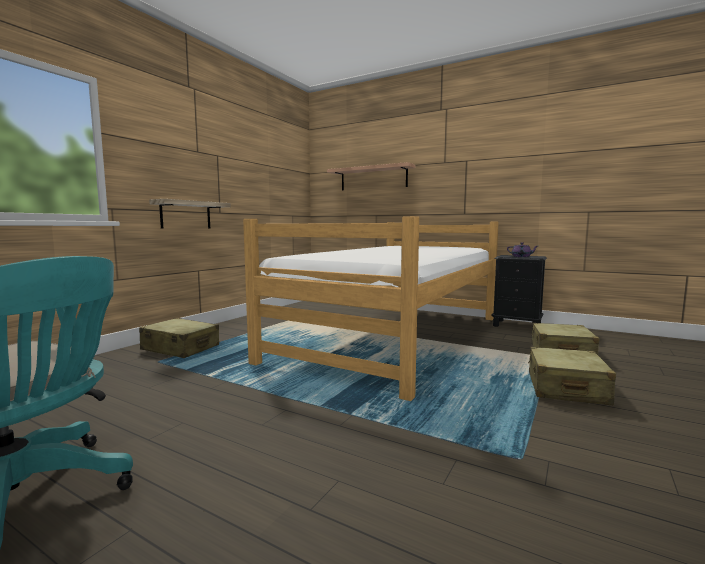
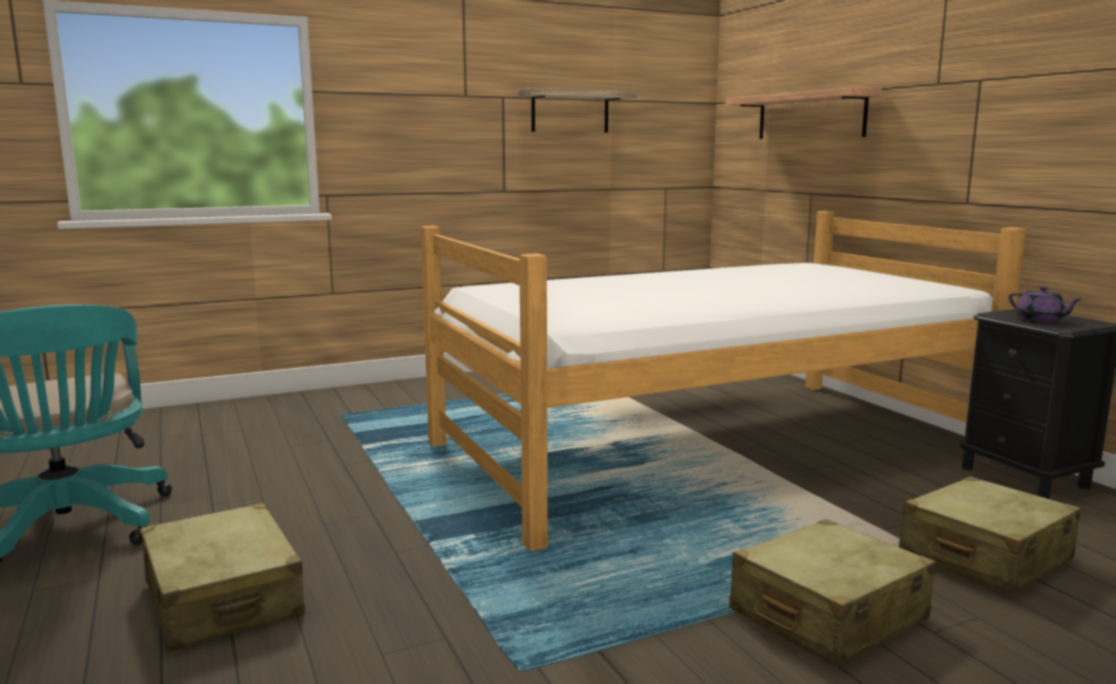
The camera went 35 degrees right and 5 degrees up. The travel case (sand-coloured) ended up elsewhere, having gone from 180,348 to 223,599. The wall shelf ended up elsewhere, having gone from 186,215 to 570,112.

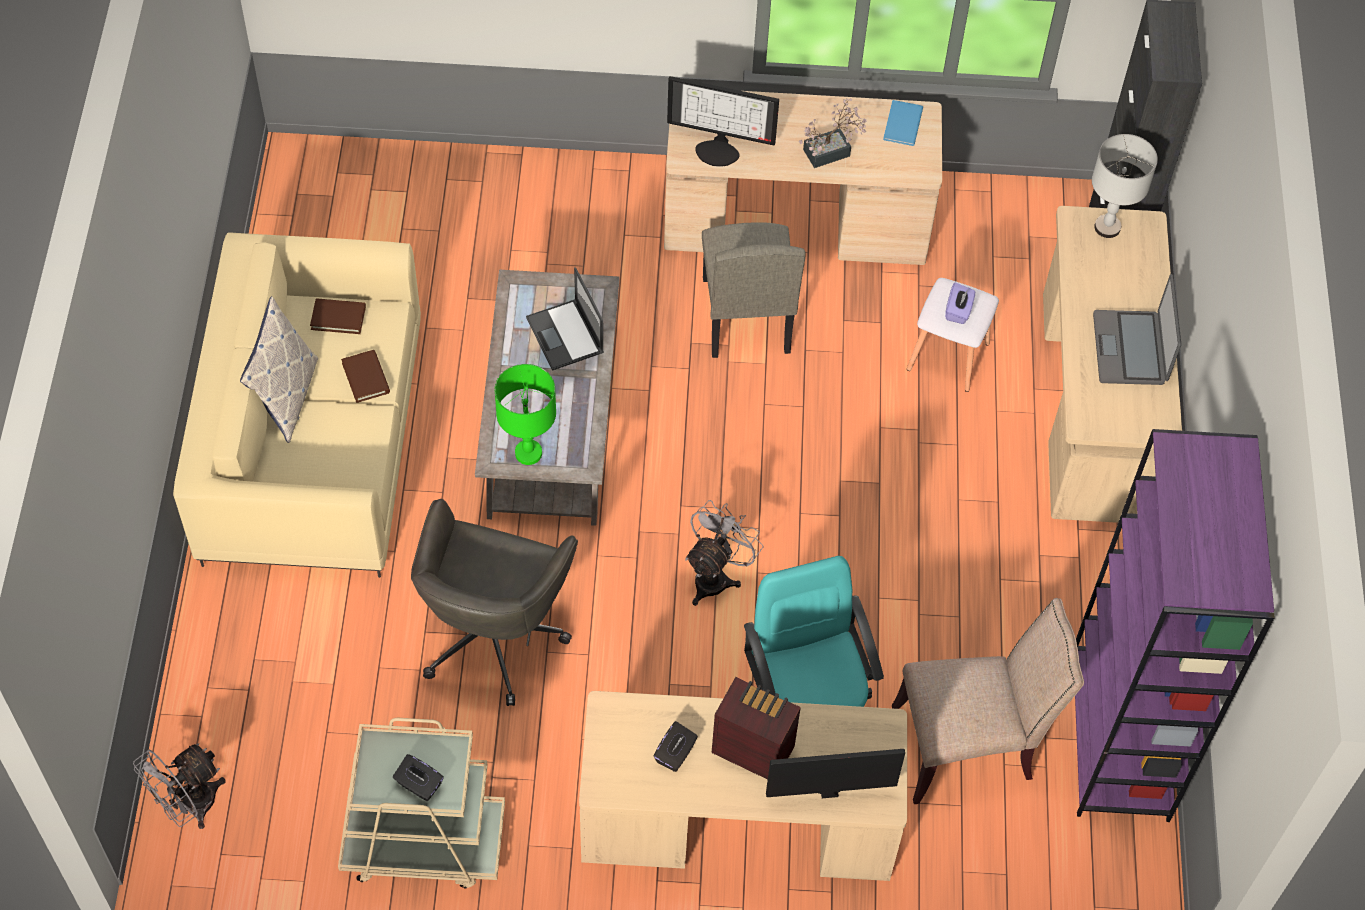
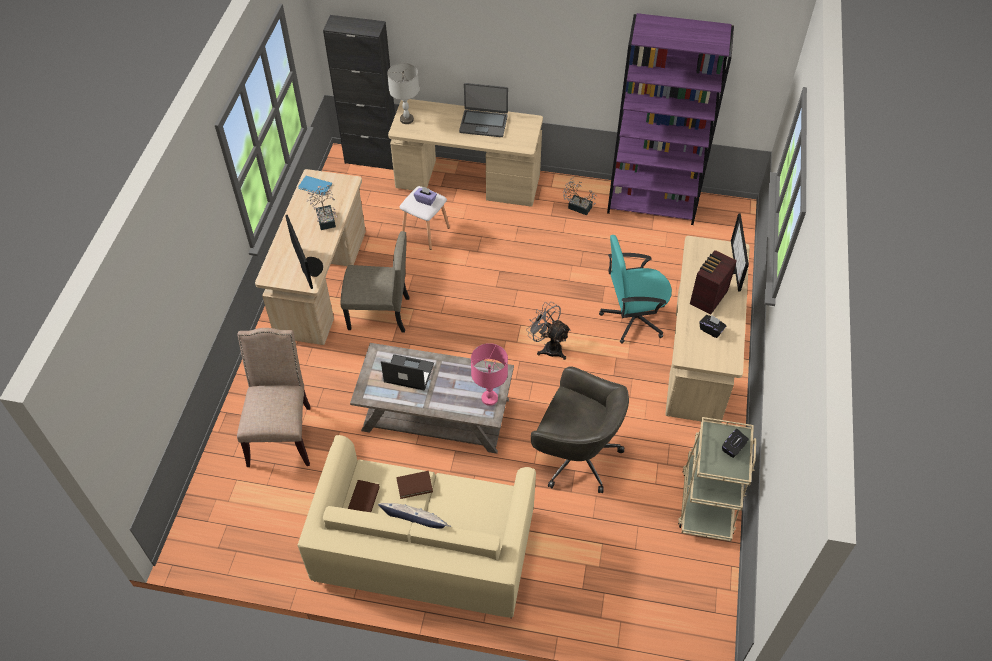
The camera went 80 degrees left and 5 degrees down. The second view lost the electric fan (gray) at 190,806. The second view gained the potted plant at 577,206. The upright chair (sand-coloured) ended up elsewhere, having gone from 969,745 to 282,432. What was the table lamp (green-coloured) at 528,453 turned into the table lamp (pink-coloured) at 489,398. The notebook computer at 565,336 ended up facing another way, 150 degrees counterclockwise from before. The monitor at 719,149 ended up facing another way, 45 degrees counterclockwise from before.

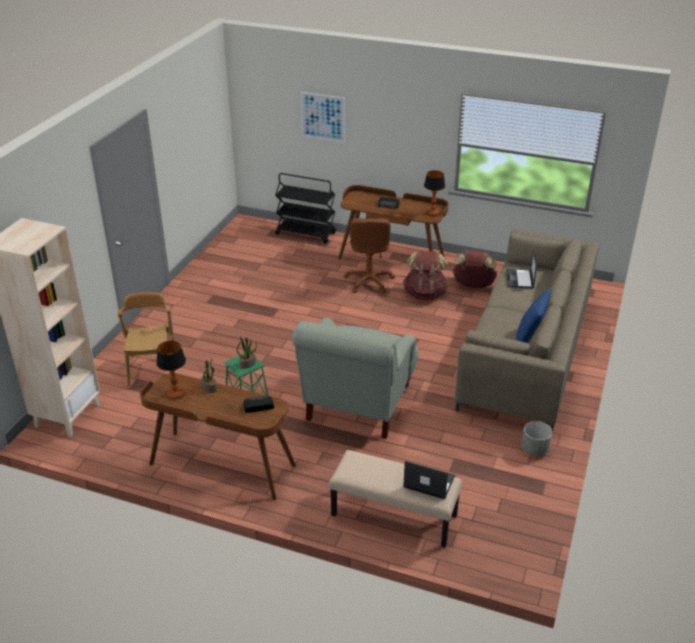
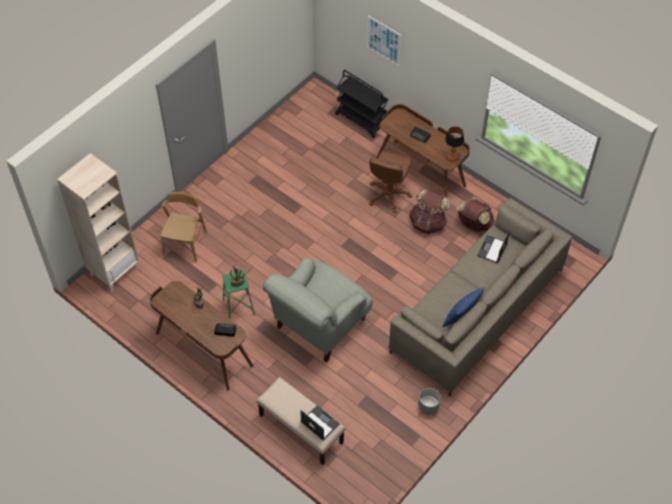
The camera went 20 degrees right and 20 degrees up. The second view lost the table lamp at 175,394.

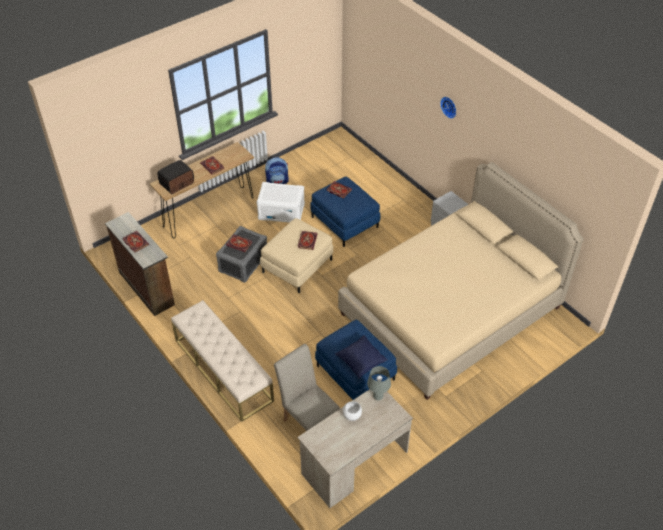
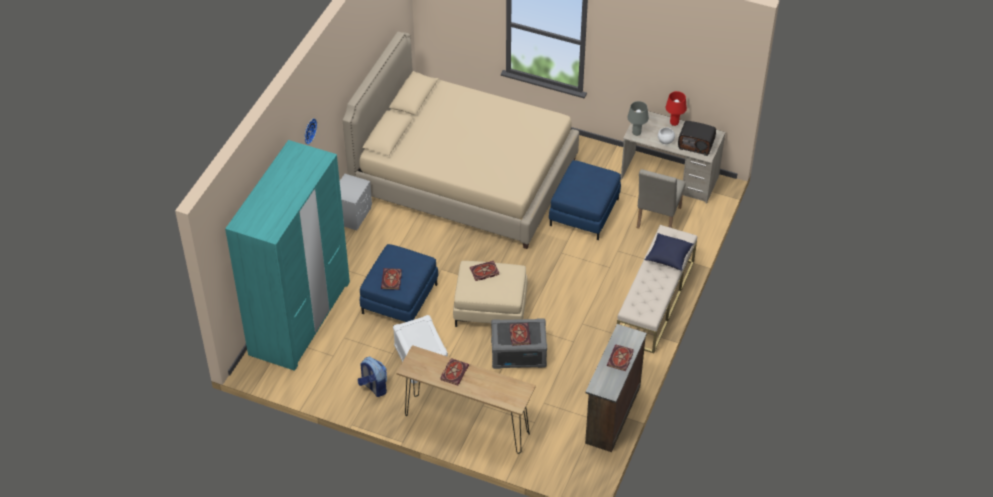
The camera went 120 degrees left and 0 degrees up. The second view gained the clothes cupboard (turquoise) at 300,318. The second view gained the table lamp (reddish) at 674,123. The radio receiver ended up elsewhere, having gone from 177,184 to 696,145. The cushion (blue) ended up elsewhere, having gone from 361,361 to 668,257.

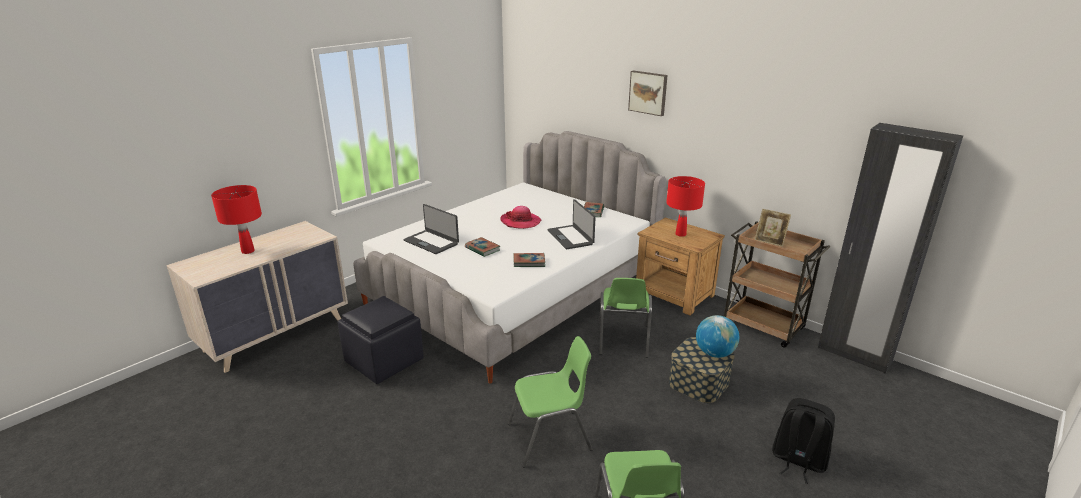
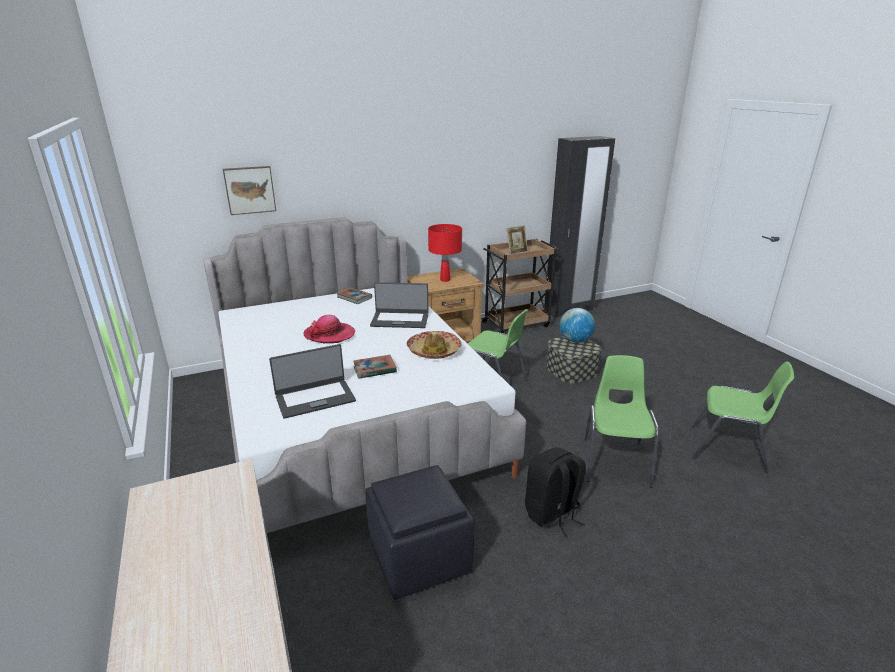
The camera went 65 degrees left and 0 degrees up. The second view lost the table lamp (reddish) at 248,251. The wall art ended up elsewhere, having gone from 648,92 to 249,190. The rucksack (blackish) ended up elsewhere, having gone from 797,461 to 552,514. Where the book stood at 529,262, the clothing hat came to stand at 434,351.

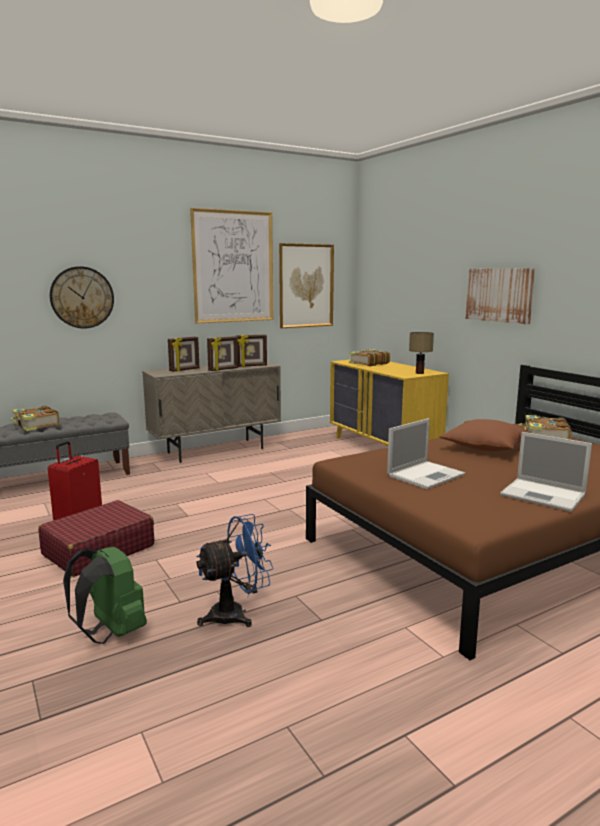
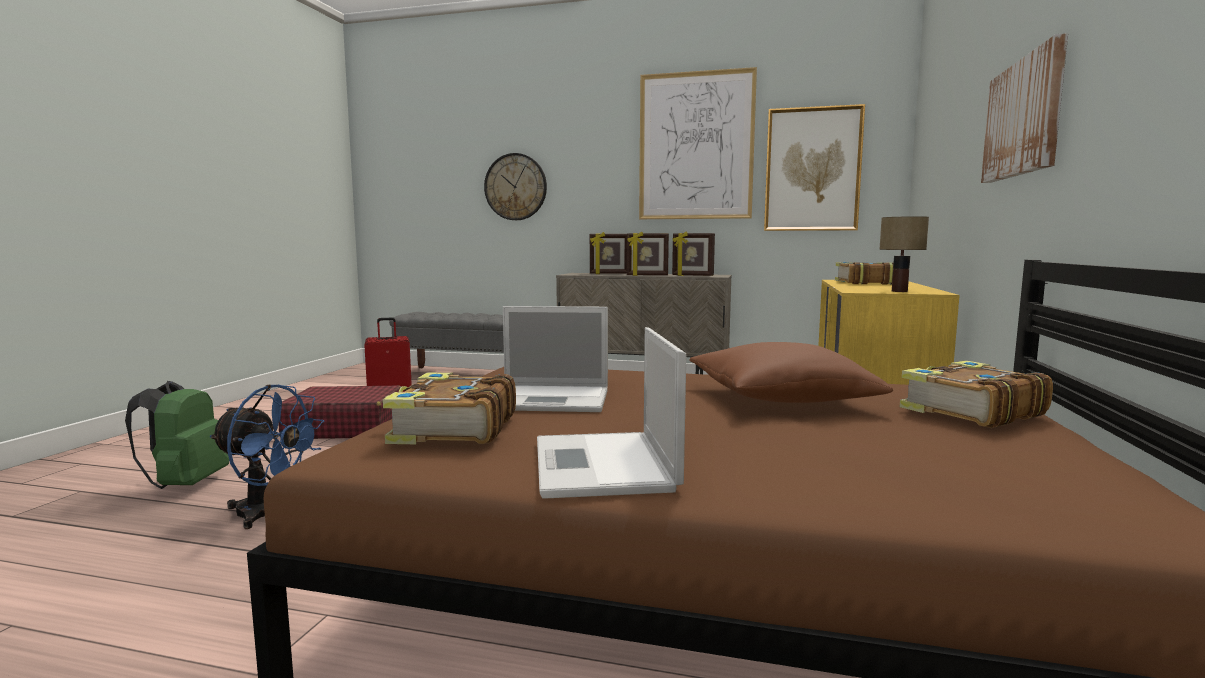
The camera went 45 degrees right and 5 degrees down. The book ended up elsewhere, having gone from 36,425 to 452,428.

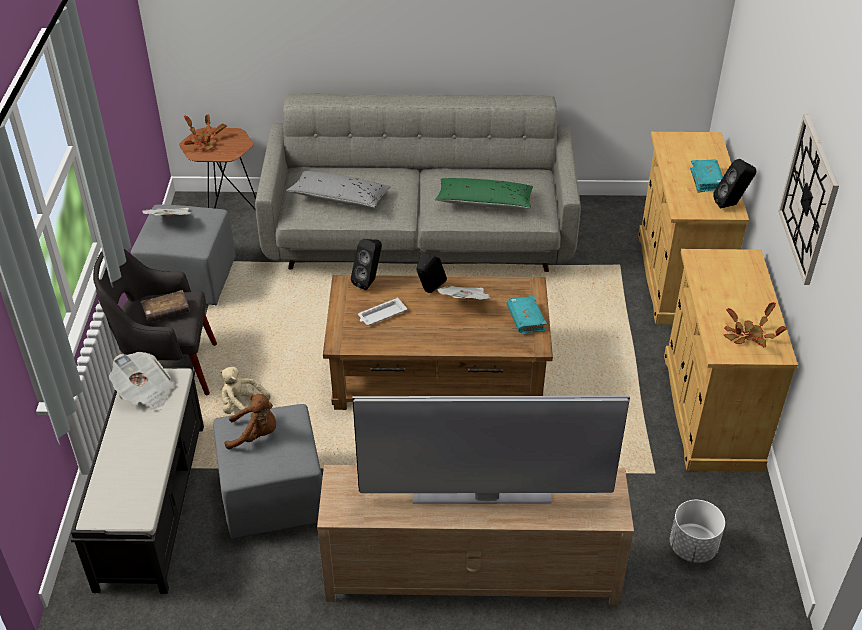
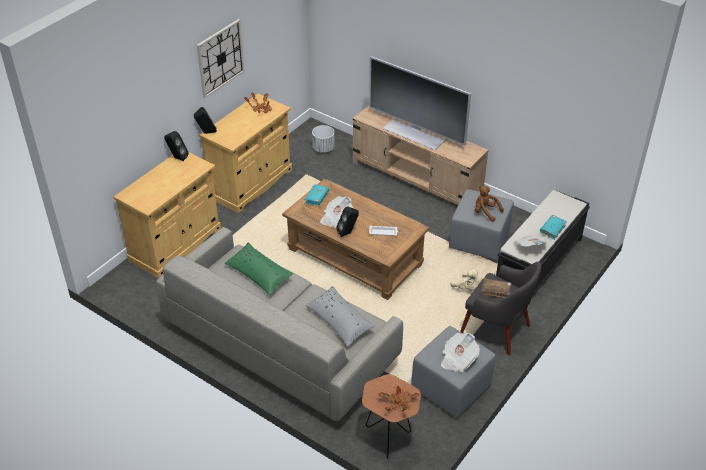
The camera went 145 degrees left and 0 degrees up. The loudspeaker (blackish) ended up elsewhere, having gone from 369,282 to 206,133. The book (turquoise) ended up elsewhere, having gone from 706,180 to 552,229.

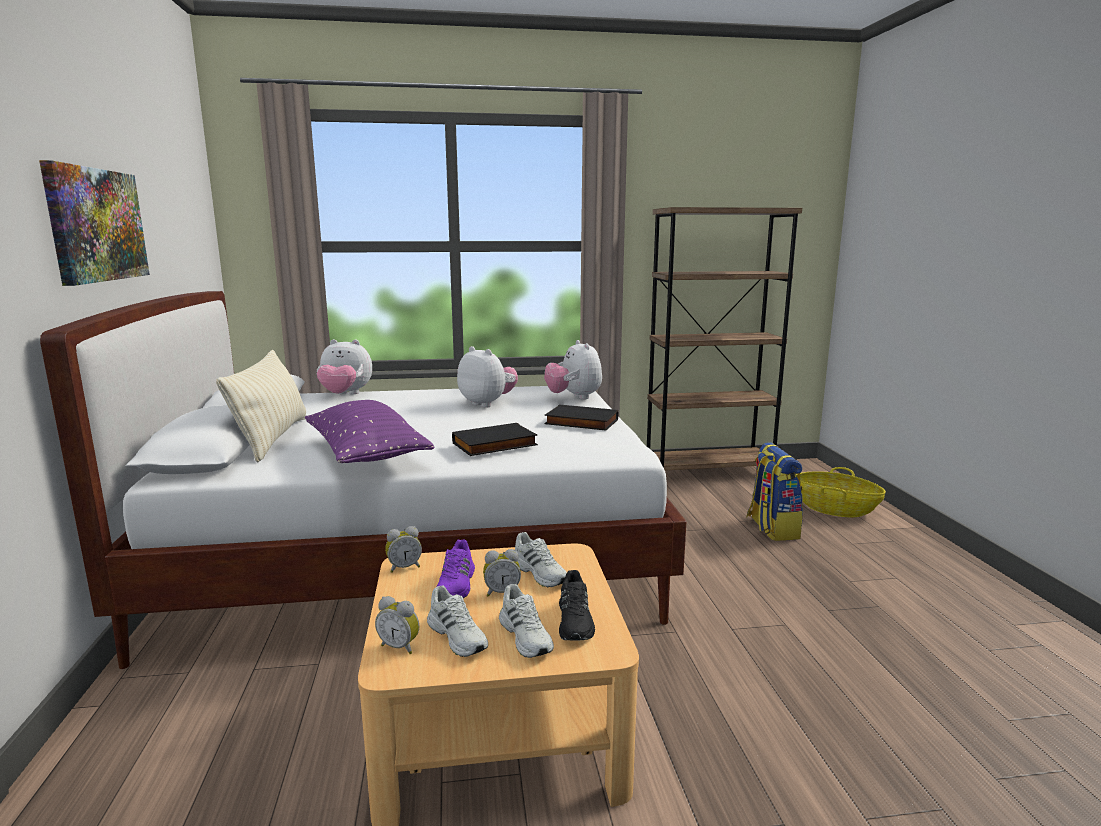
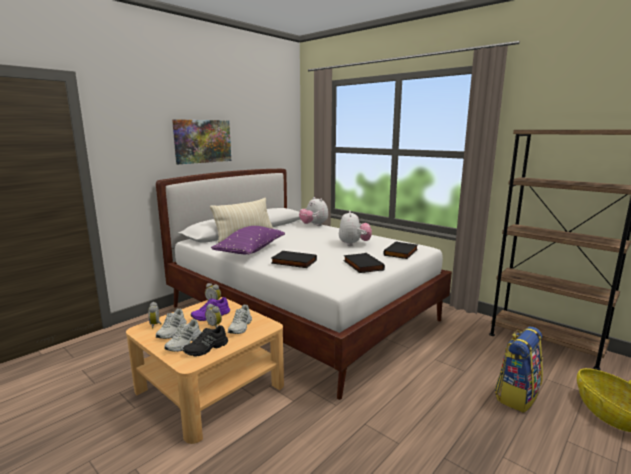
The camera went 50 degrees right and 0 degrees up. Where the plush toy stood at 574,397, the book (blackish) came to stand at 401,252.

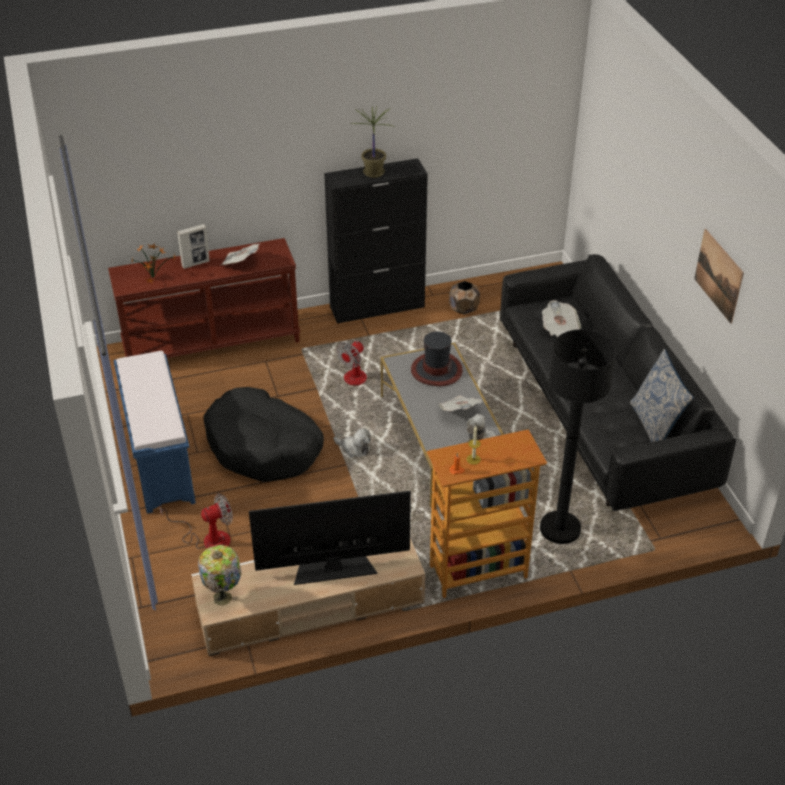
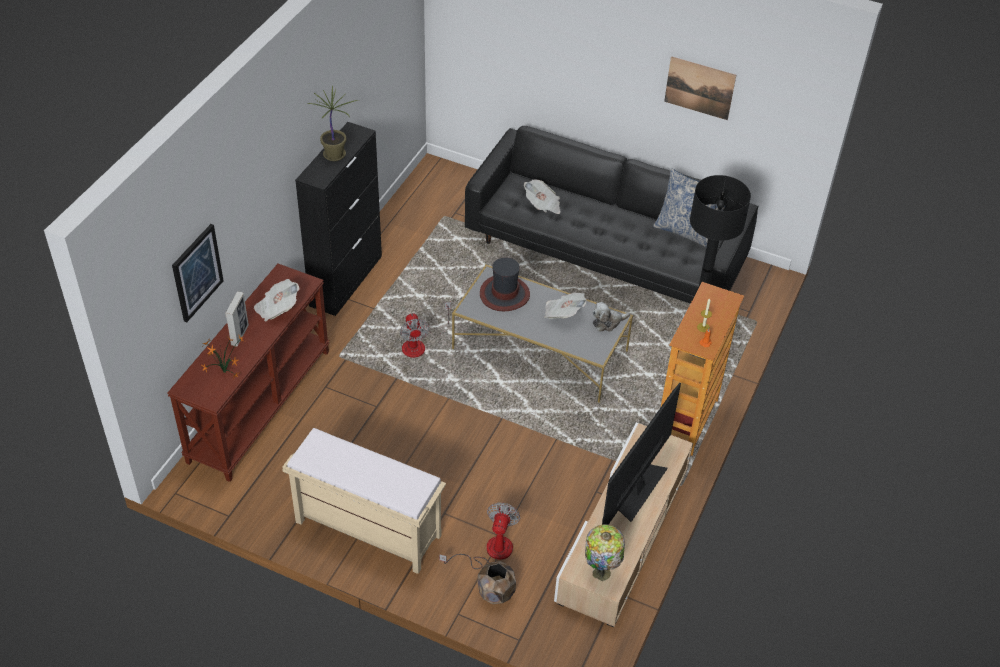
The camera went 50 degrees left and 5 degrees up. The second view lost the pet bed (blackish) at 263,447. The second view lost the plush toy at 354,449. The second view gained the wall art at 197,272. The flower pot (brown) ended up elsewhere, having gone from 463,309 to 496,593. What was the indoor bench (blue) at 159,462 turned into the indoor bench (sand-coloured) at 366,529.

